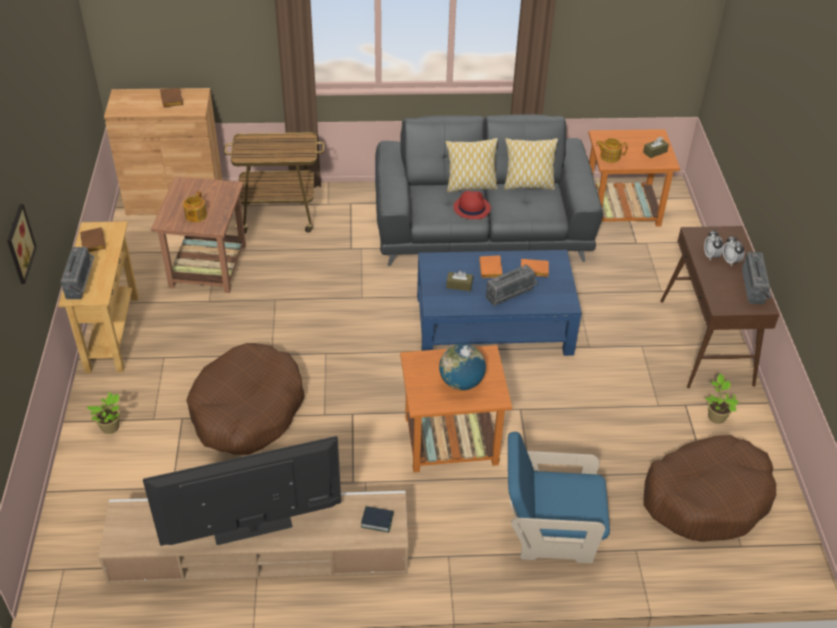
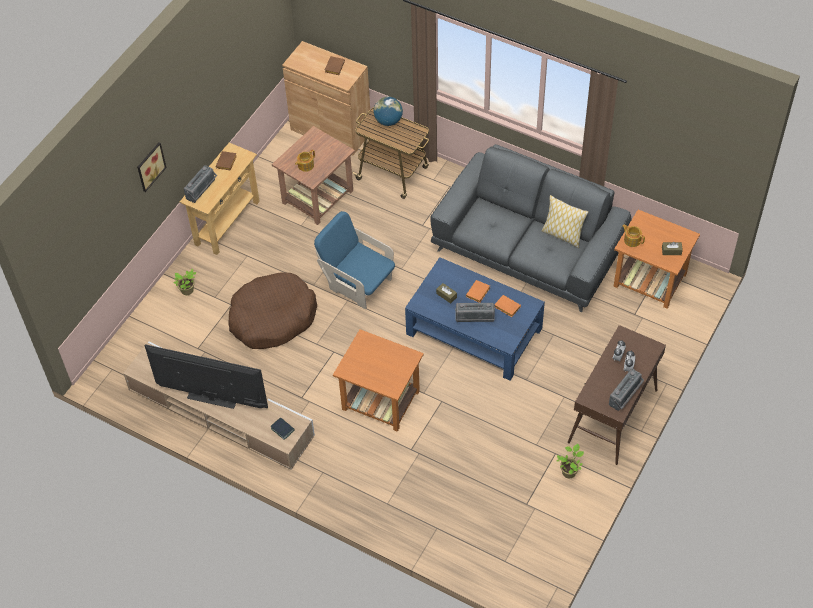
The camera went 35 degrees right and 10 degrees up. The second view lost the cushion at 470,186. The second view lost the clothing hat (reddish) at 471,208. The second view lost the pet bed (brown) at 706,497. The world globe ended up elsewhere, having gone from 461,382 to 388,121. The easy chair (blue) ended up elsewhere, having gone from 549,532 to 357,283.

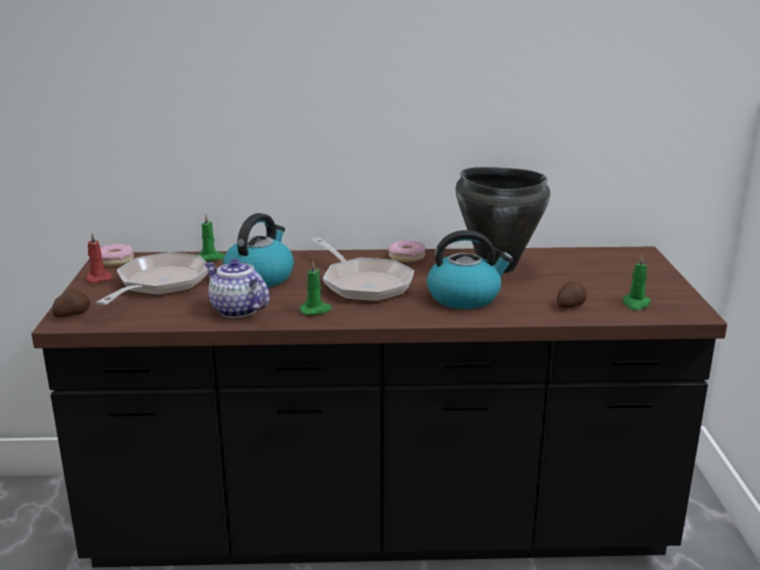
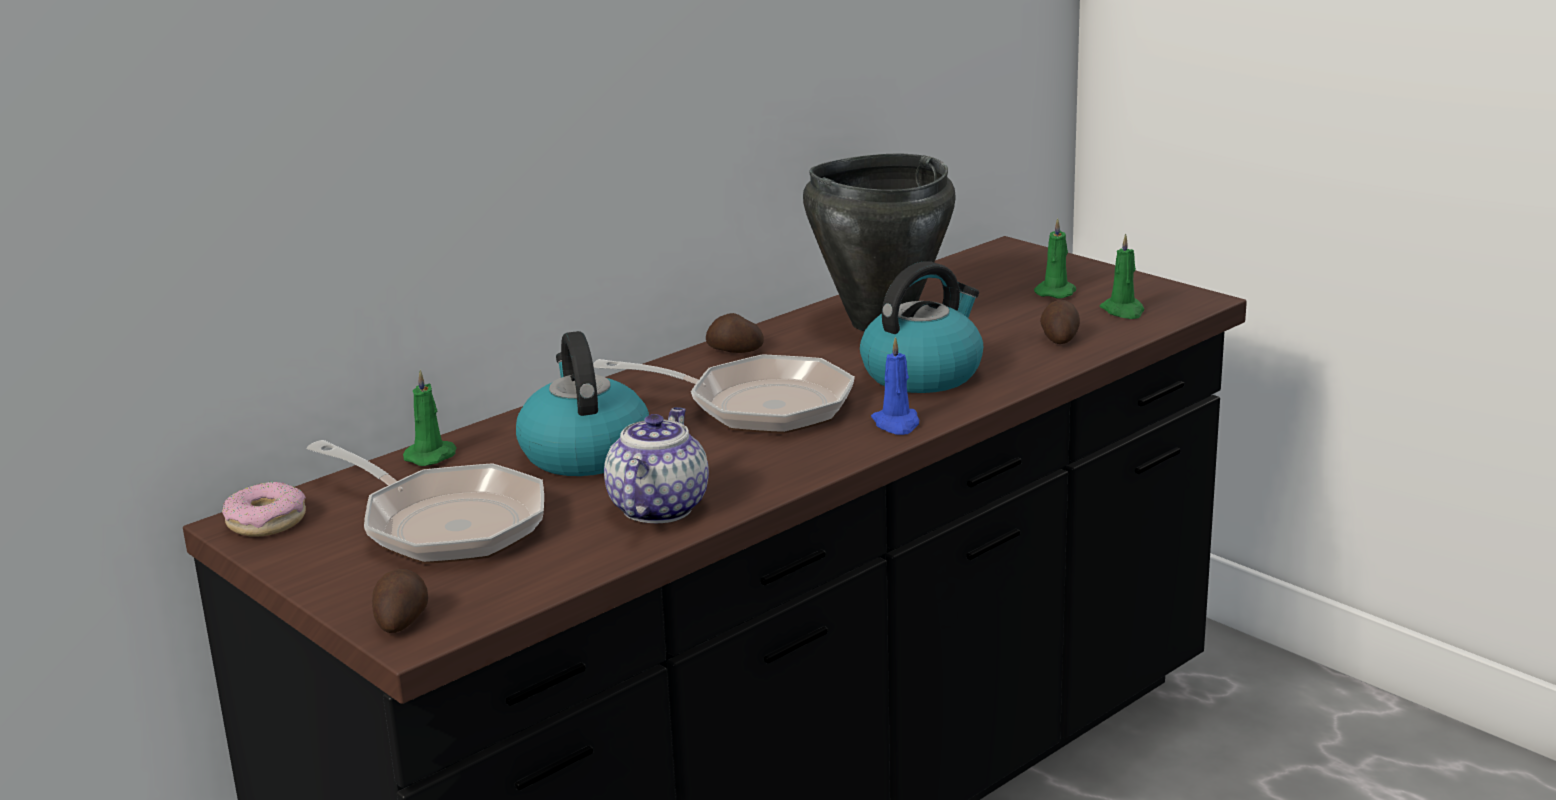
The camera went 40 degrees left and 0 degrees up. The second view lost the wax candle (reddish) at 98,278. The second view gained the wax candle (blue) at 896,424. The wax candle (green-coloured) ended up elsewhere, having gone from 316,310 to 1056,292. Where the ring doughnut stood at 406,257, the potato came to stand at 734,351. The frying pan at 159,285 ended up facing another way, 150 degrees clockwise from before. The pot for tea at 236,310 ended up facing another way, 105 degrees clockwise from before.

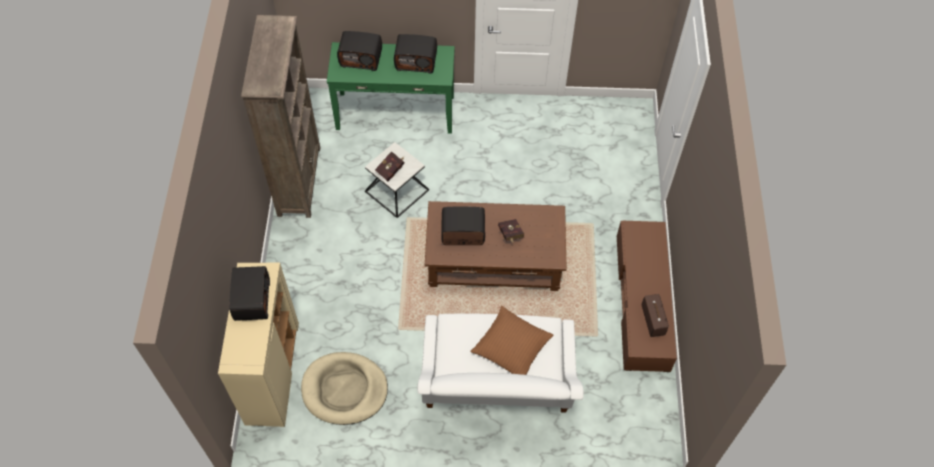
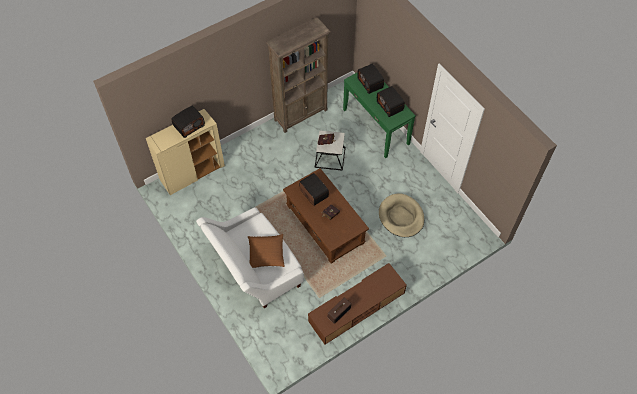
The camera went 55 degrees right and 0 degrees up. The pet bed (sand-coloured) ended up elsewhere, having gone from 344,390 to 401,217.

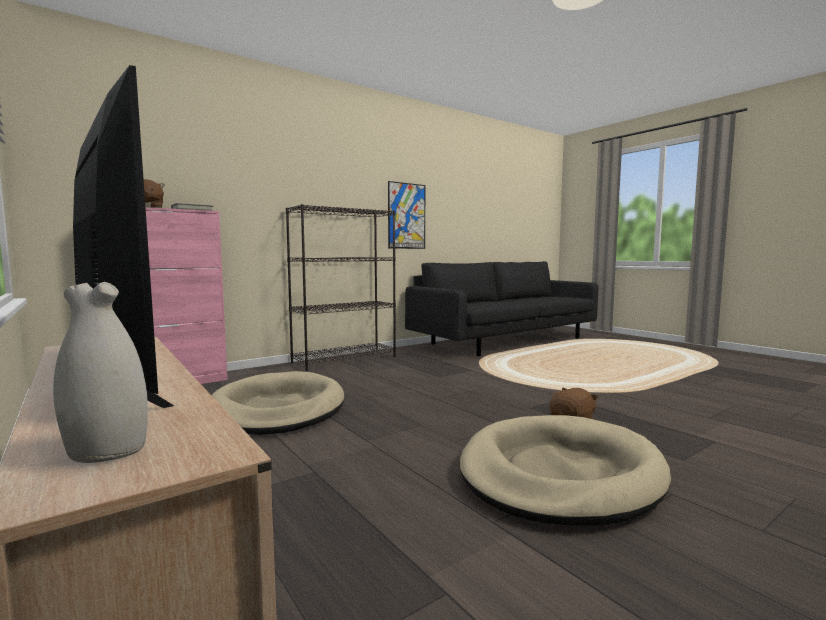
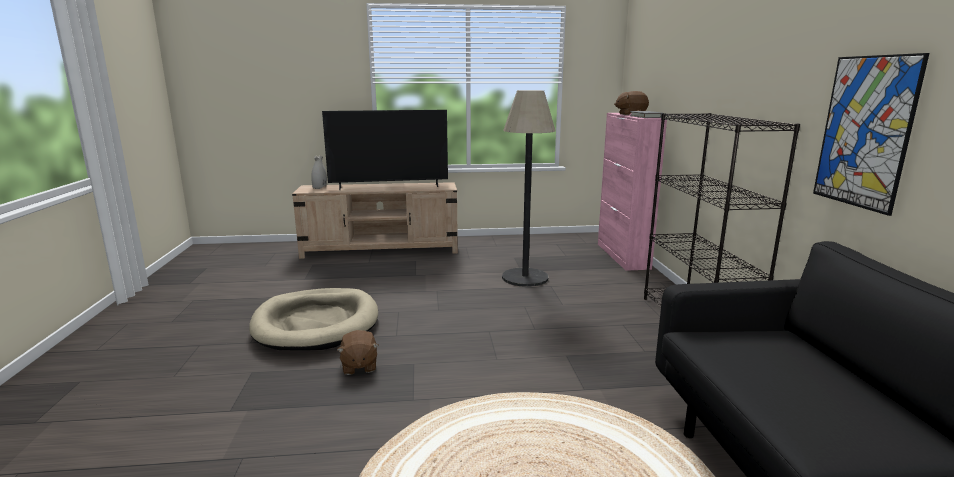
The camera went 120 degrees right and 10 degrees up. Where the pet bed (sand-coloured) stood at 278,409, the standard lamp came to stand at 525,277.

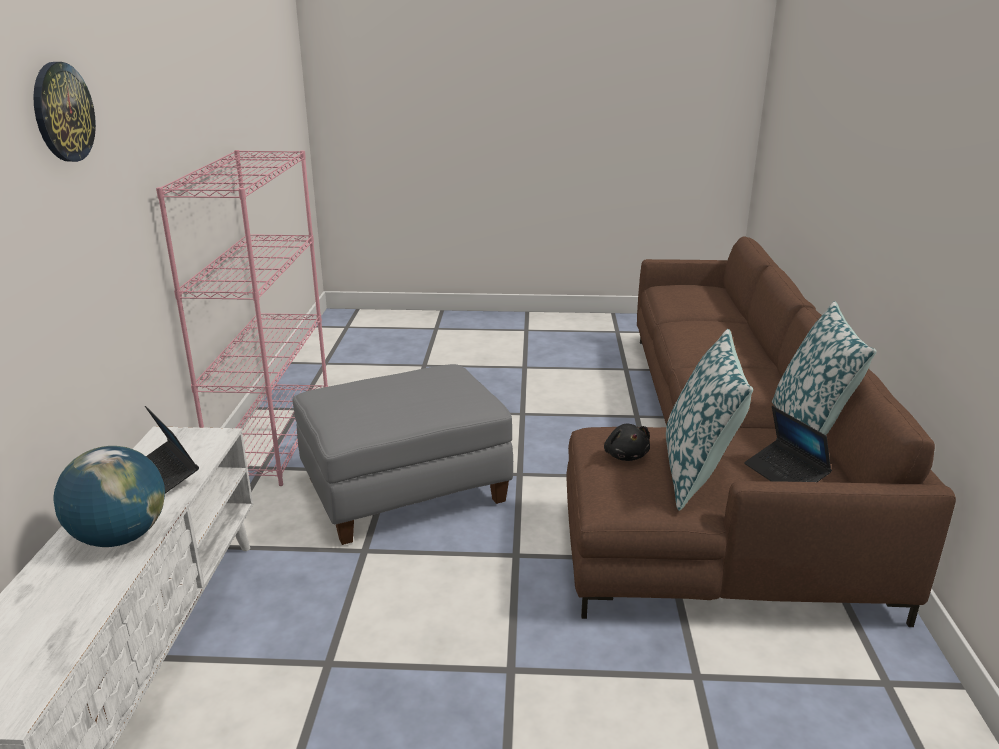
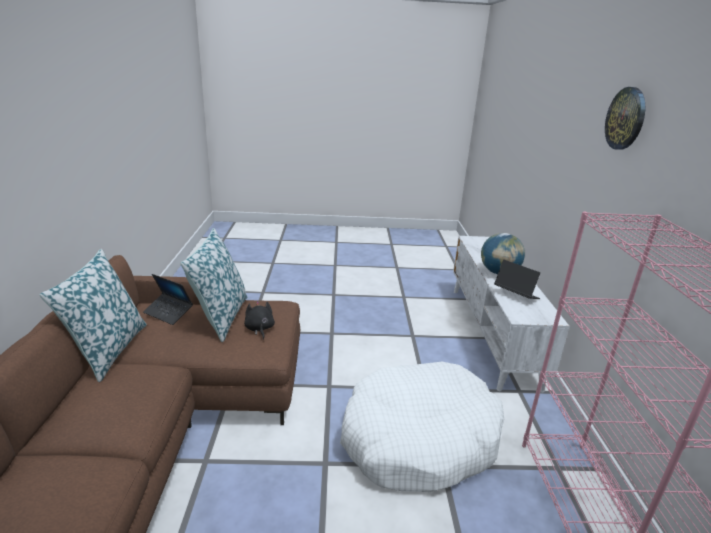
The camera went 175 degrees right and 0 degrees up. Where the ottoman (gray) stood at 405,492, the pet bed (white) came to stand at 419,439. The notebook computer at 785,474 ended up facing another way, 150 degrees clockwise from before.

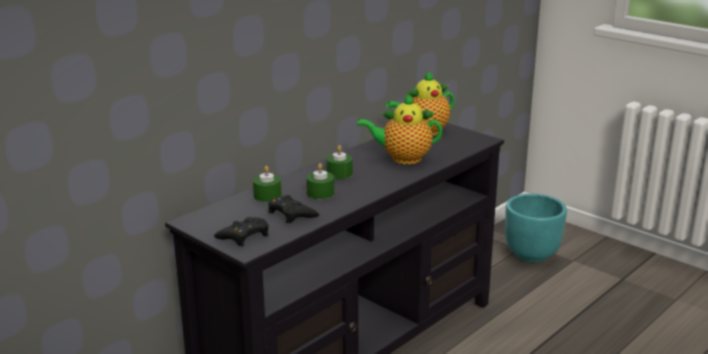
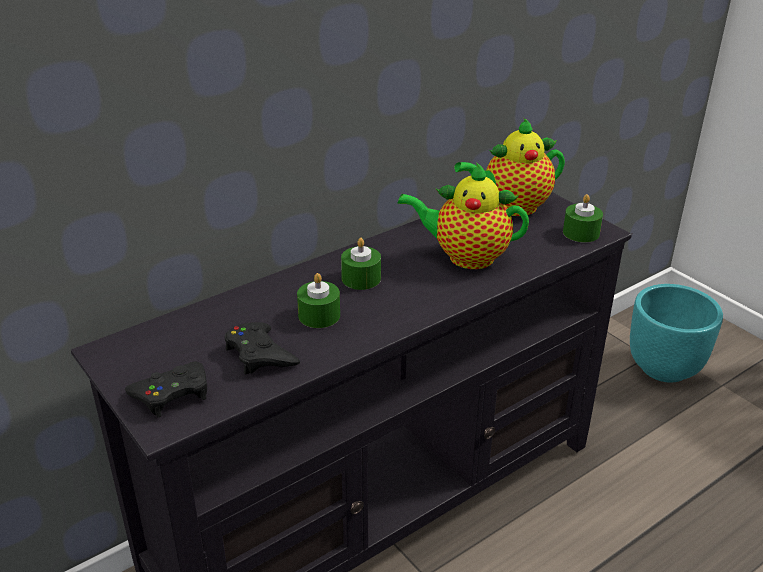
The camera went 10 degrees right and 10 degrees up. The wax candle (green-coloured) ended up elsewhere, having gone from 267,196 to 581,233.

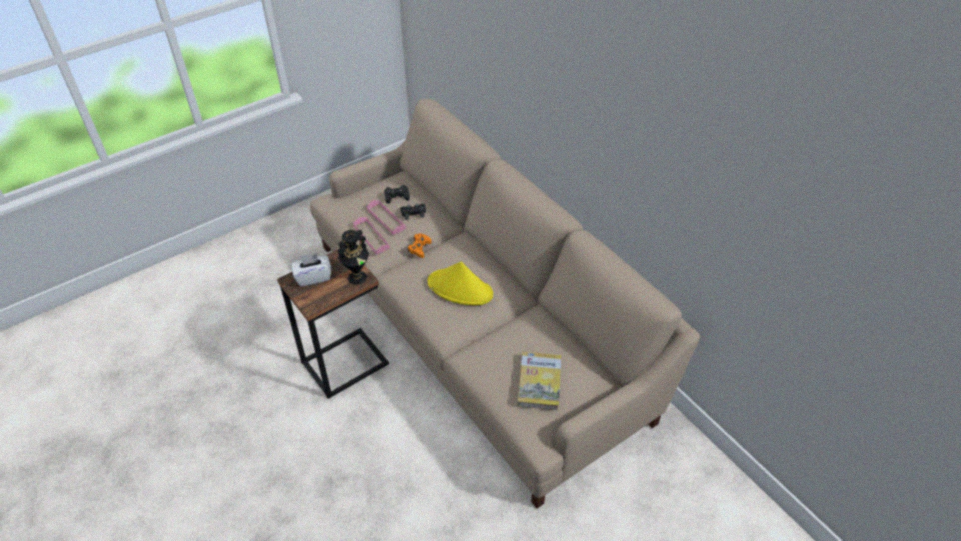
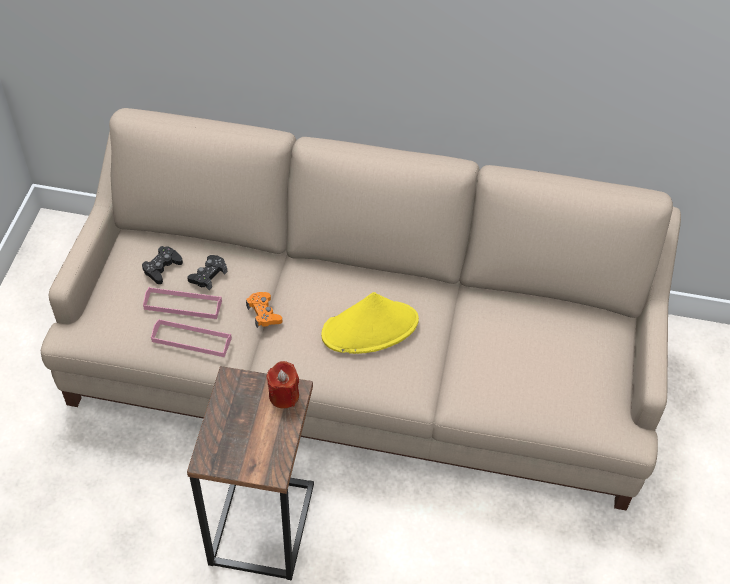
The camera went 45 degrees left and 5 degrees up. The second view lost the box of tissues (white) at 313,277. The second view lost the book at 539,382. Where the decorative vase (blackish) stood at 357,277, the wax candle (reddish) came to stand at 284,395.

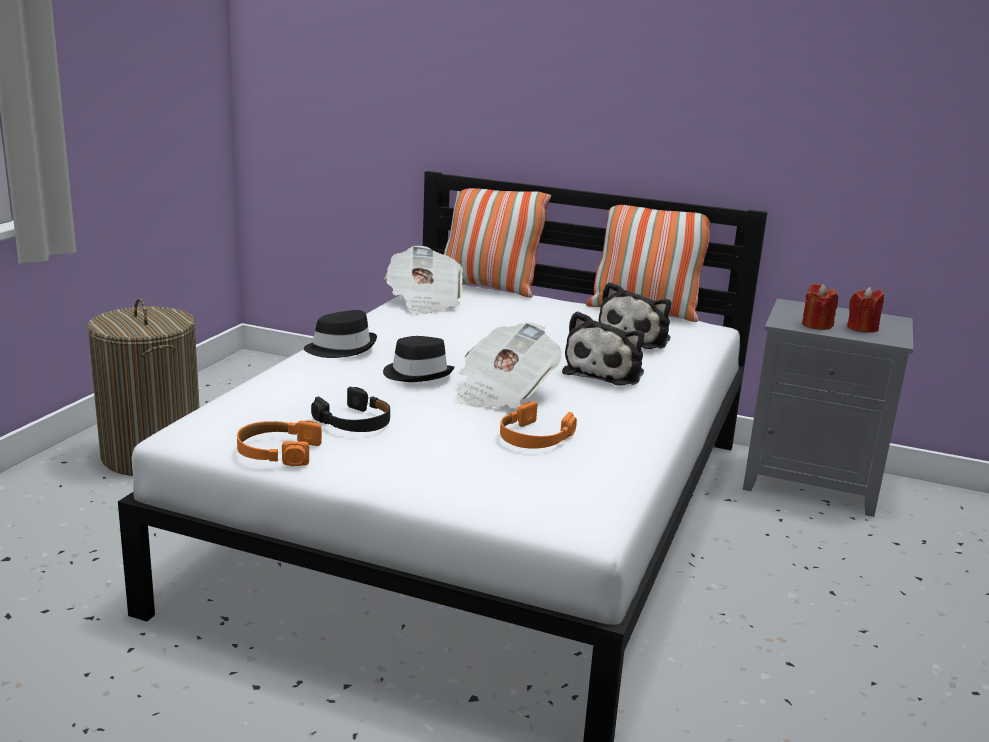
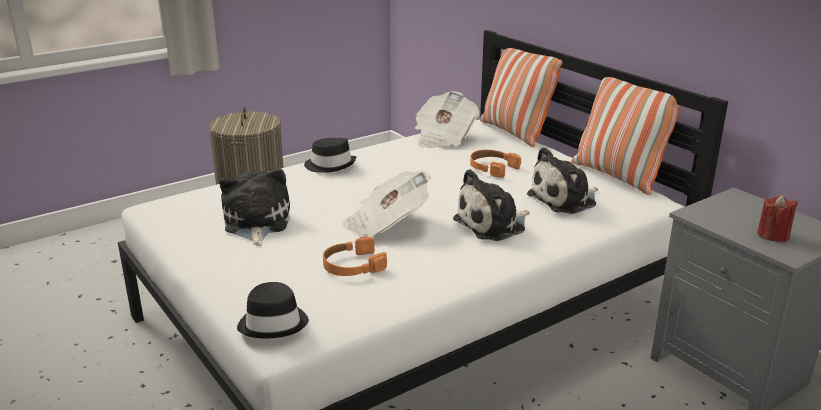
The camera went 35 degrees right and 5 degrees up. The second view lost the wax candle (reddish) at 816,325. The headset (orange) ended up elsewhere, having gone from 277,452 to 492,168. The clothing hat (blackish) ended up elsewhere, having gone from 417,374 to 274,323. Where the headset (blackish) stood at 355,422, the plush toy came to stand at 256,223.

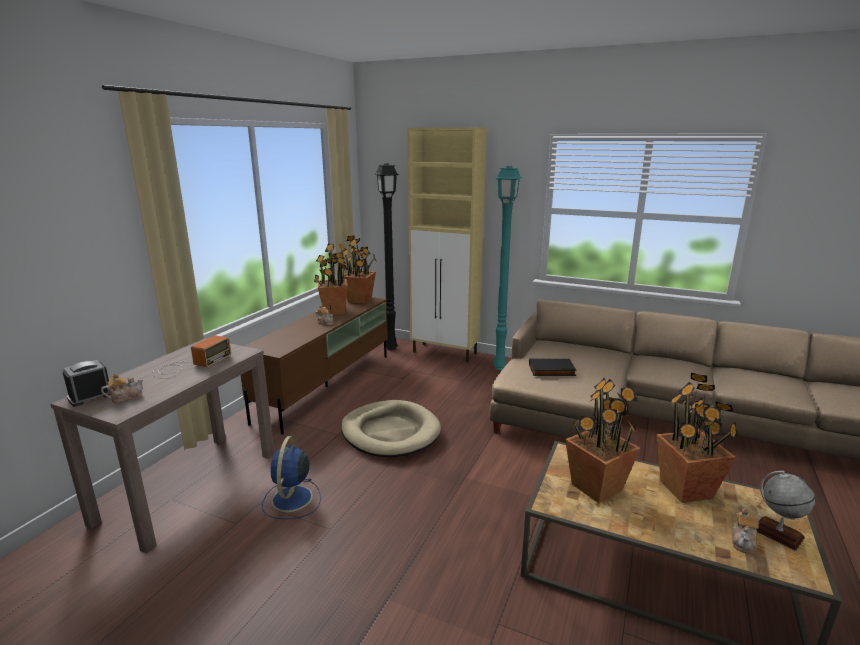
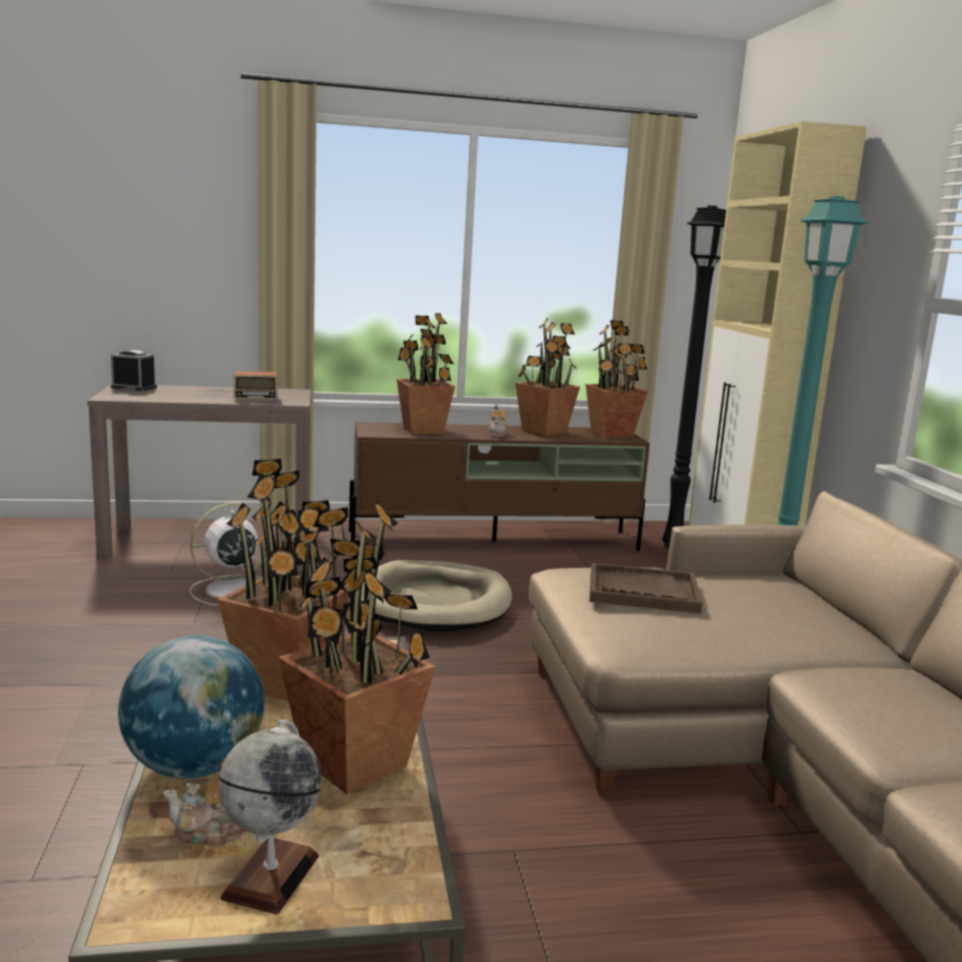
The camera went 55 degrees right and 5 degrees down. The second view lost the pot for tea at 125,397. The second view gained the world globe at 195,767. The second view gained the potted plant at 422,430. Where the book (blackish) stood at 551,370, the serving tray (brown) came to stand at 642,591. What was the electric fan (blue) at 291,500 turned into the electric fan (white) at 229,590.

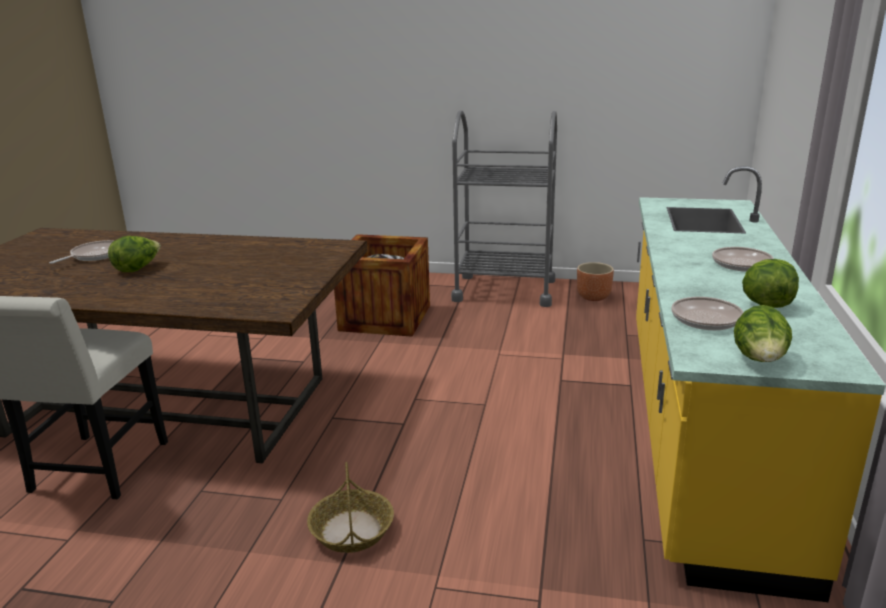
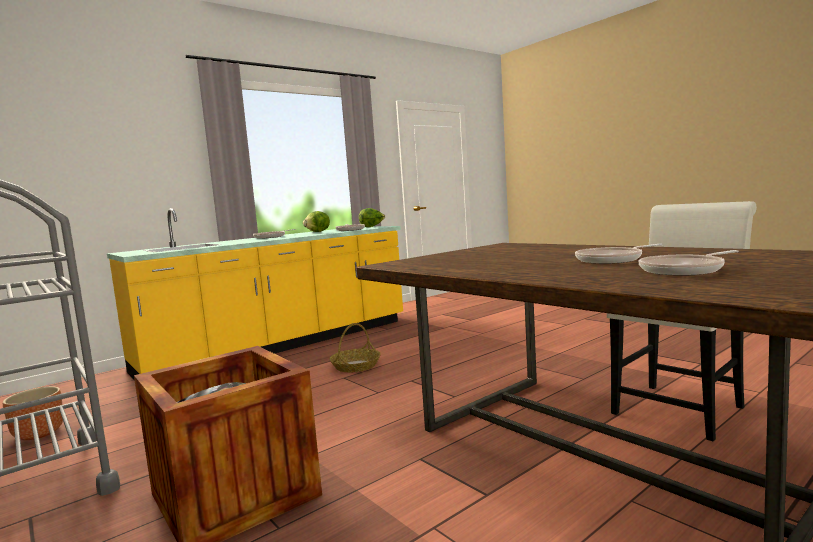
The camera went 140 degrees left and 15 degrees down. The household basket ended up elsewhere, having gone from 352,530 to 356,366. Where the head of lettuce stood at 137,268, the frying pan came to stand at 612,260.

